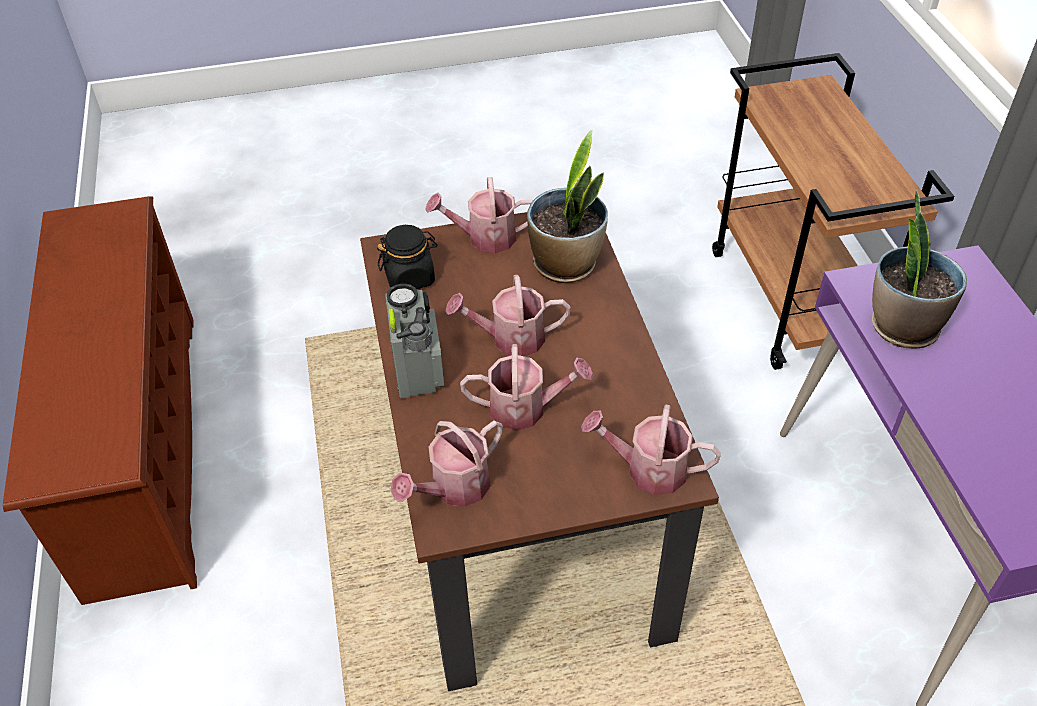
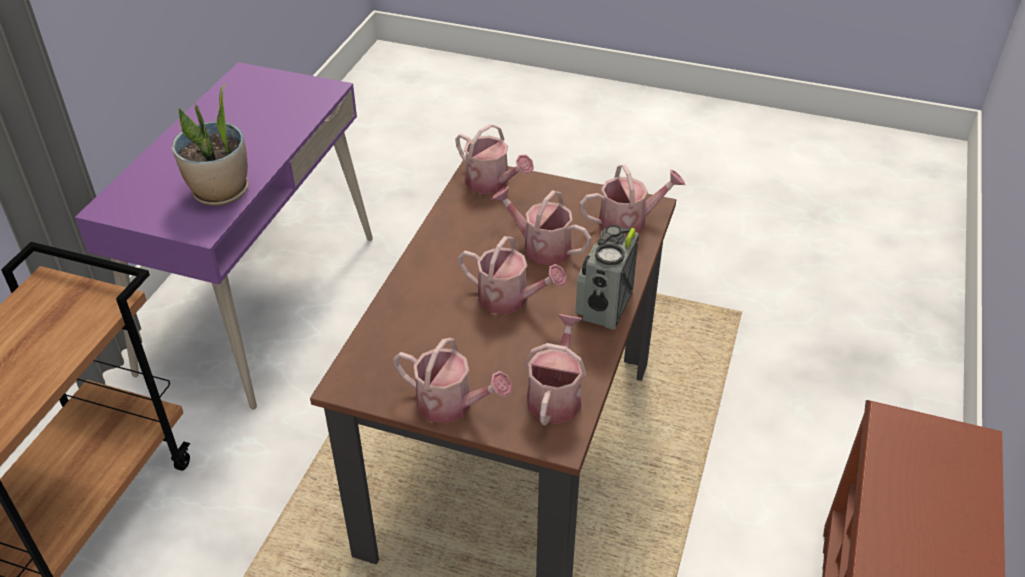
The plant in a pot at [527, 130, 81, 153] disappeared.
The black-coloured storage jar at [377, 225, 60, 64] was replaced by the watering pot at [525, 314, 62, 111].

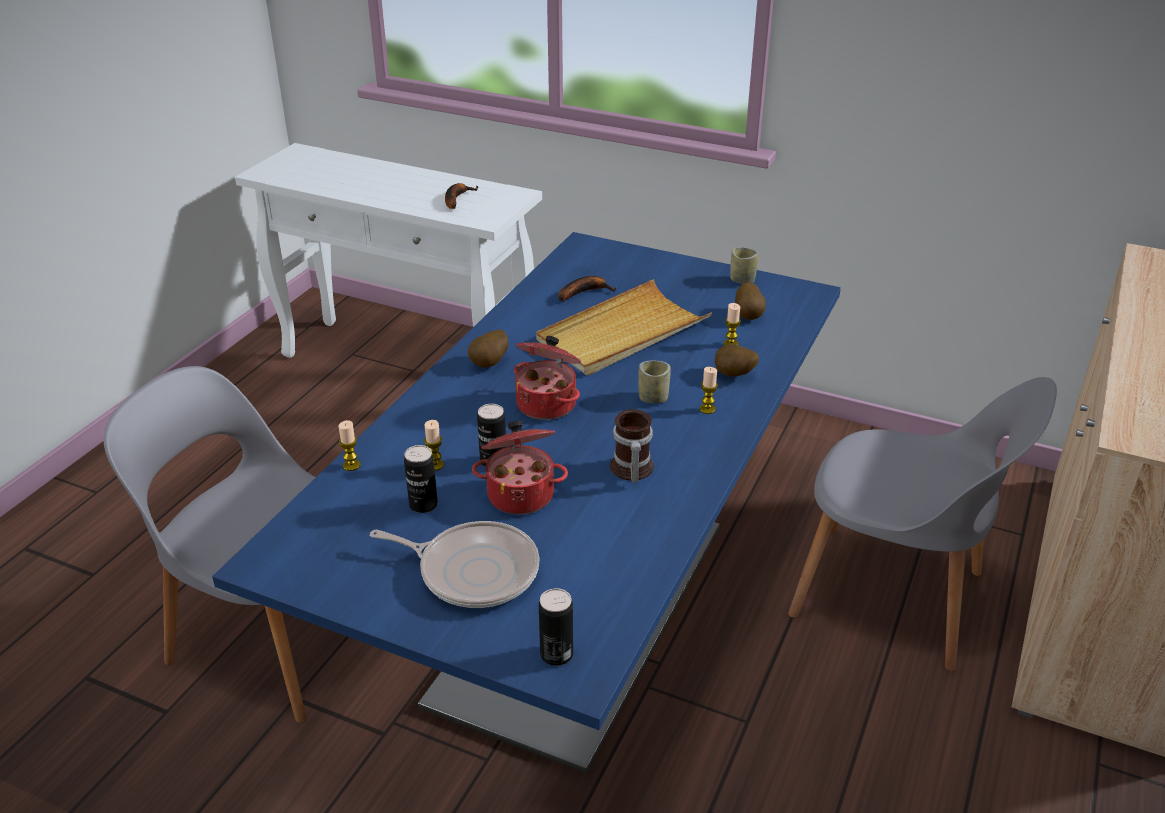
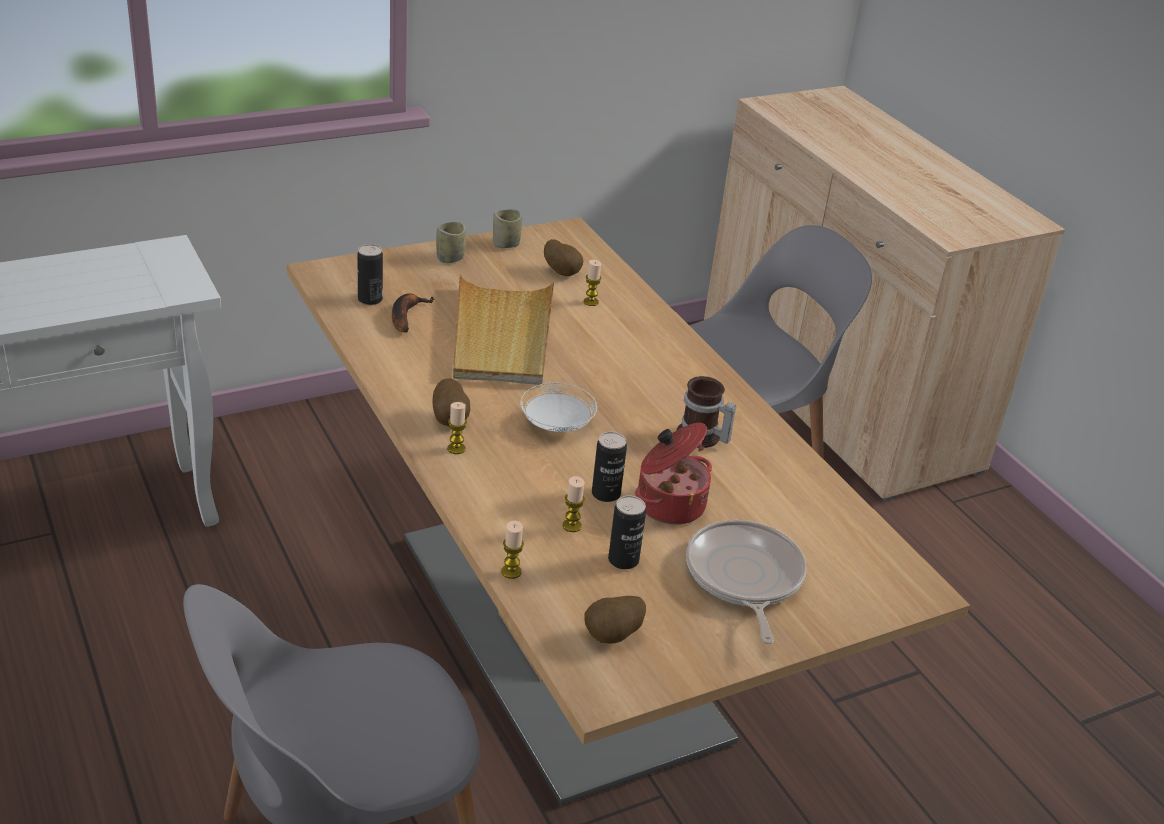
The banana fruit at [445, 183, 34, 26] disappeared.
The blue dinner table at [212, 232, 629, 541] became the beige-coloured dinner table at [287, 218, 683, 587].
The stockpot at [514, 336, 67, 84] was replaced by the white dinner plate at [520, 383, 77, 49].
The whole potato moved from [715, 344, 44, 33] to [584, 596, 62, 48].
The drinking cup moved from [639, 361, 32, 42] to [436, 221, 30, 42].
The candle moved from [700, 367, 18, 47] to [447, 402, 20, 52].
The skillet at [370, 521, 170, 87] turned 60 degrees counterclockwise.
The metal can moved from [539, 588, 34, 78] to [357, 244, 26, 61].

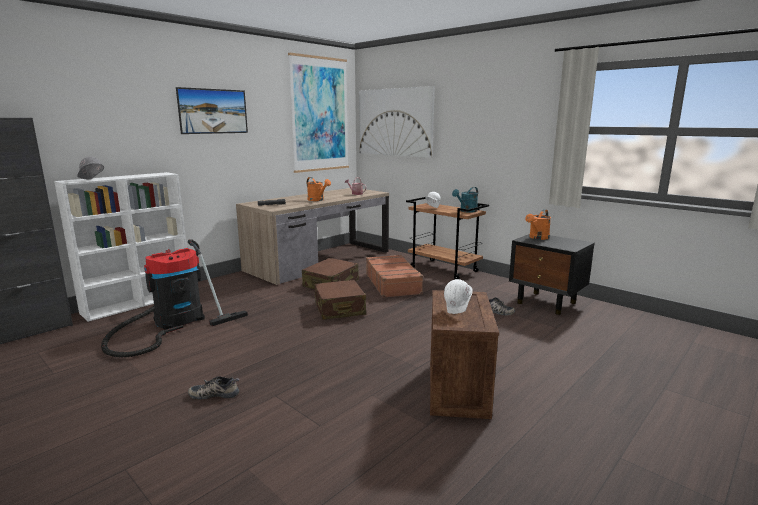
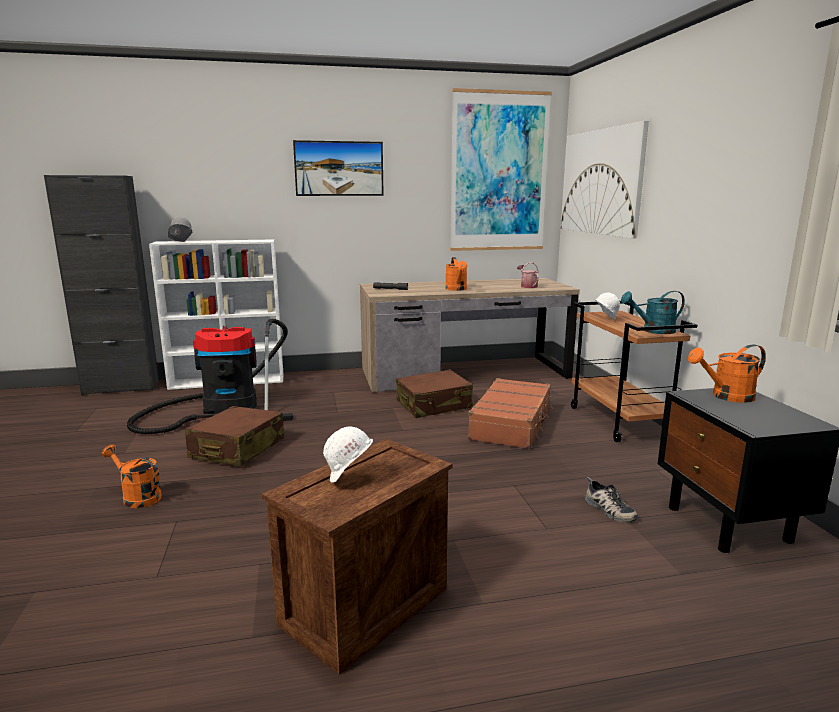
The brown-coloured suitcase moved from [314, 280, 52, 40] to [185, 406, 100, 60].
The shoe at [188, 376, 52, 24] was replaced by the orangey watering pot at [102, 445, 60, 63].

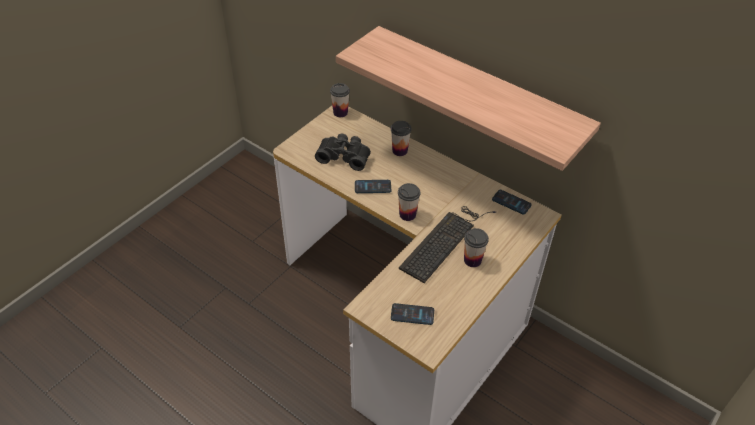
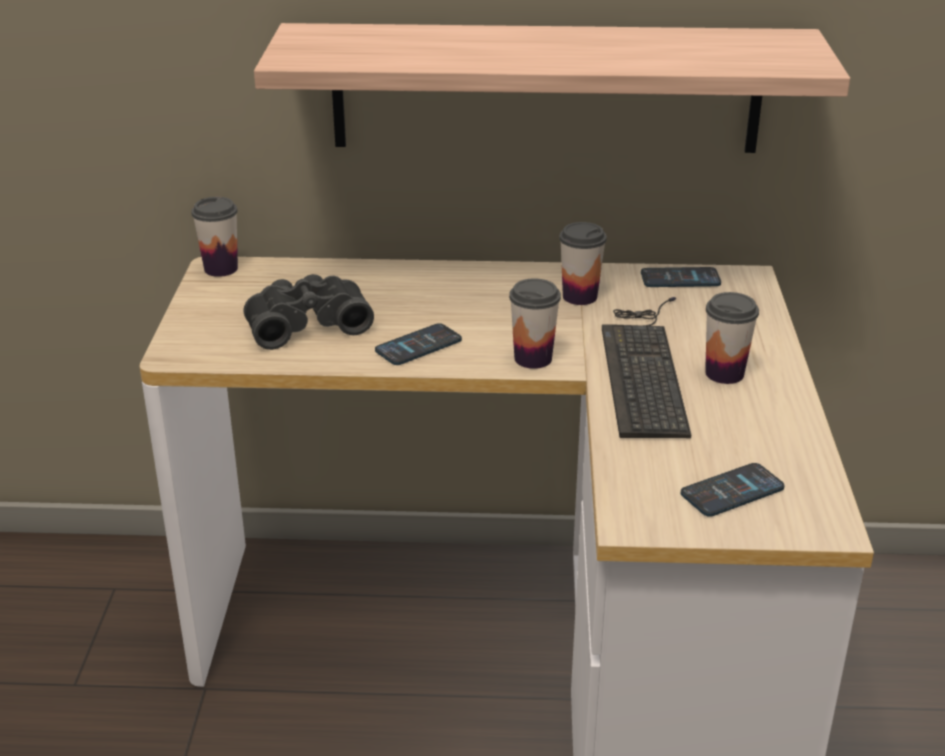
The drinking cup moved from [391, 121, 20, 35] to [559, 222, 48, 83].

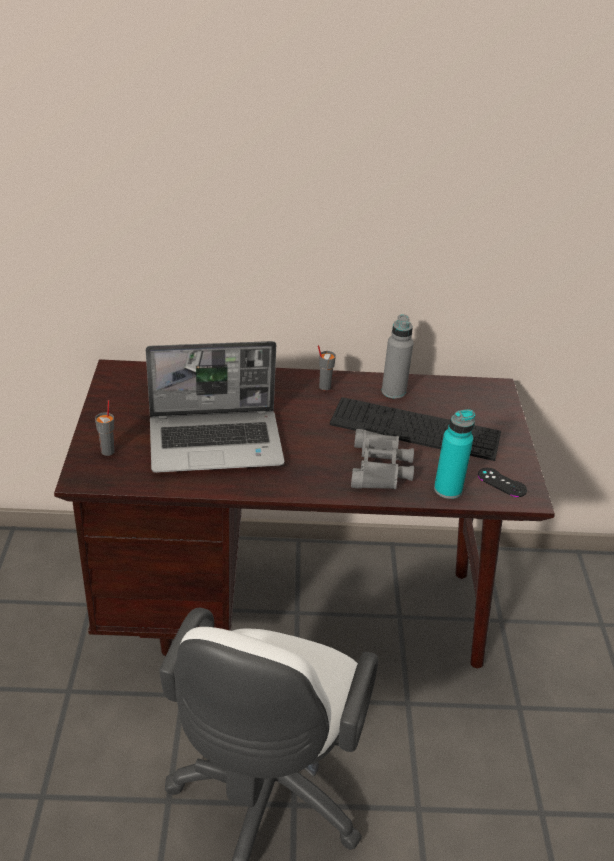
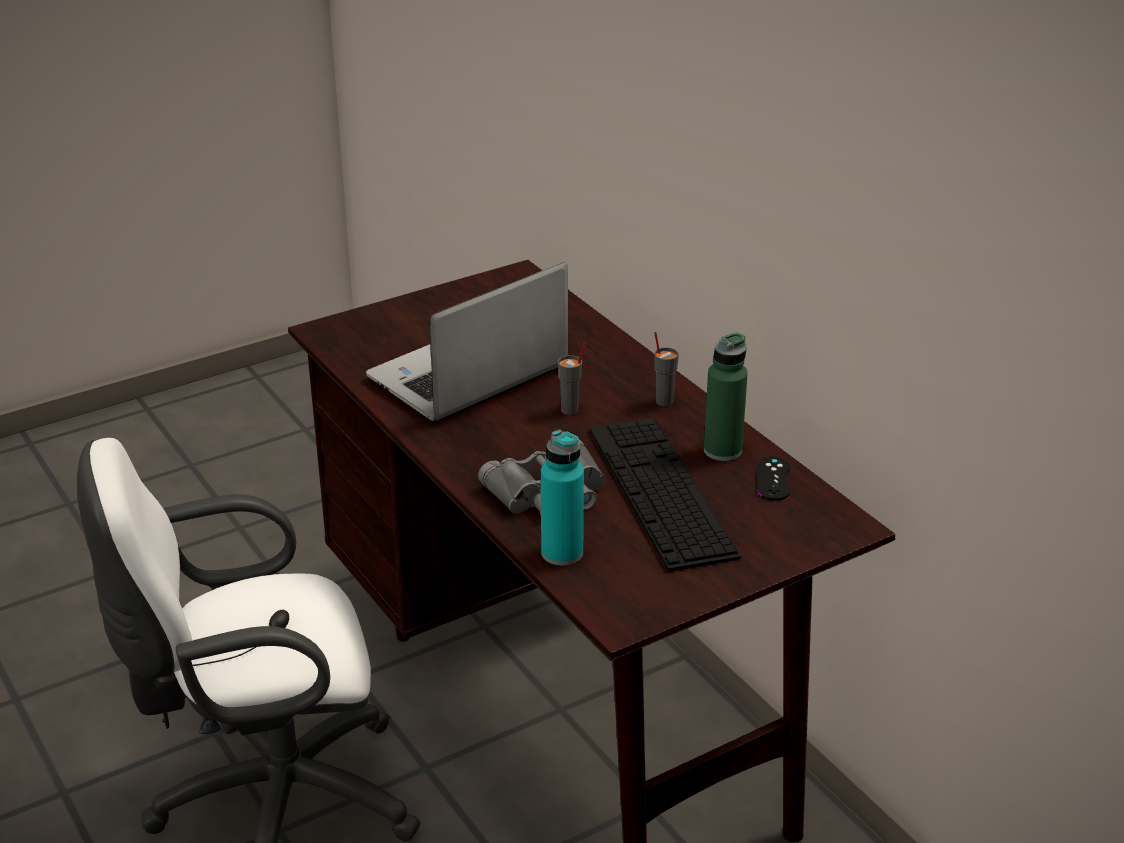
The gray beverage bottle at [382, 314, 32, 85] became the green-coloured beverage bottle at [704, 333, 44, 128].
The notebook computer at [146, 341, 139, 132] turned 90 degrees clockwise.
The gray drinking cup moved from [95, 400, 20, 56] to [558, 343, 28, 72].
The black-coloured gamepad moved from [478, 468, 49, 29] to [757, 457, 33, 43].

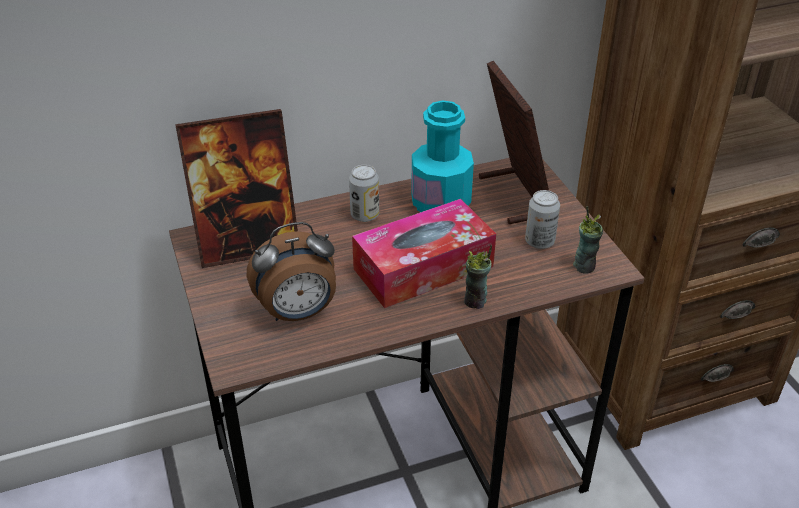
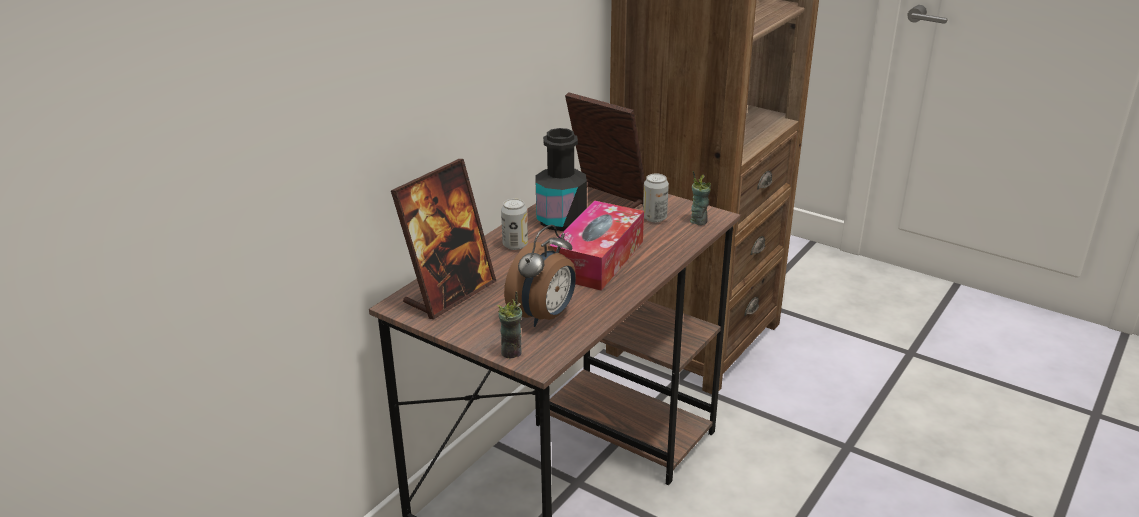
The blue-green beverage bottle at [411, 100, 63, 112] became the black-coloured beverage bottle at [535, 128, 52, 103].
The drinking cup moved from [464, 245, 28, 64] to [497, 292, 25, 67].

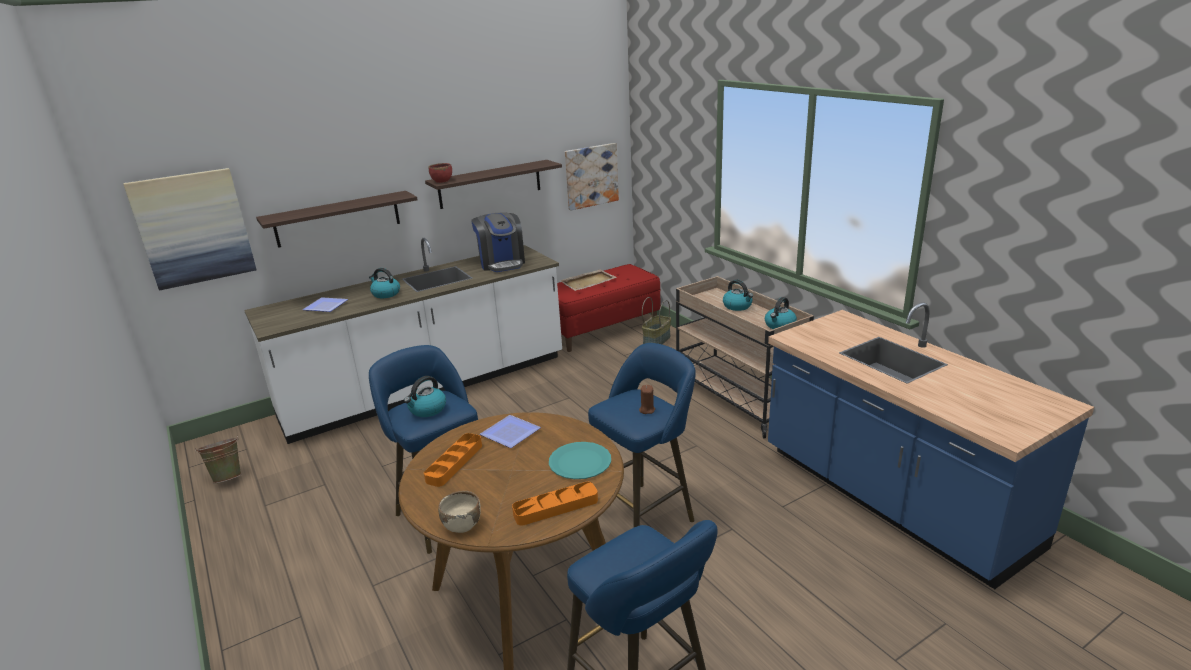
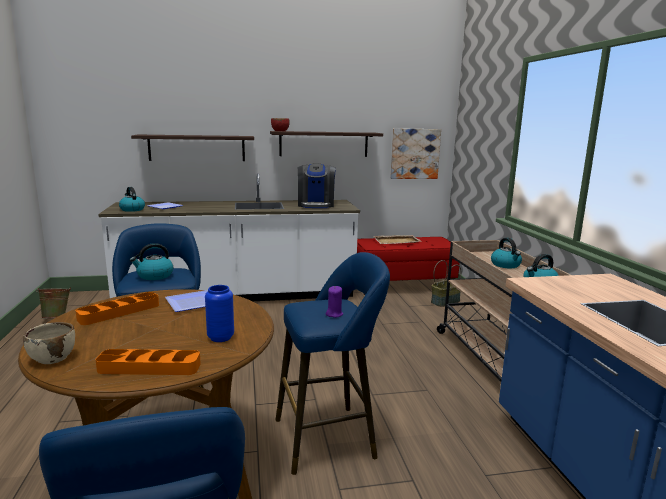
The wall art at [123, 168, 134, 122] disappeared.
The tea kettle moved from [369, 268, 31, 30] to [119, 187, 26, 25].
The brown-coloured candle at [639, 385, 16, 29] became the purple candle at [326, 286, 17, 32].
The blue-green dinner plate at [549, 442, 62, 37] was replaced by the blue vase at [205, 285, 29, 57].

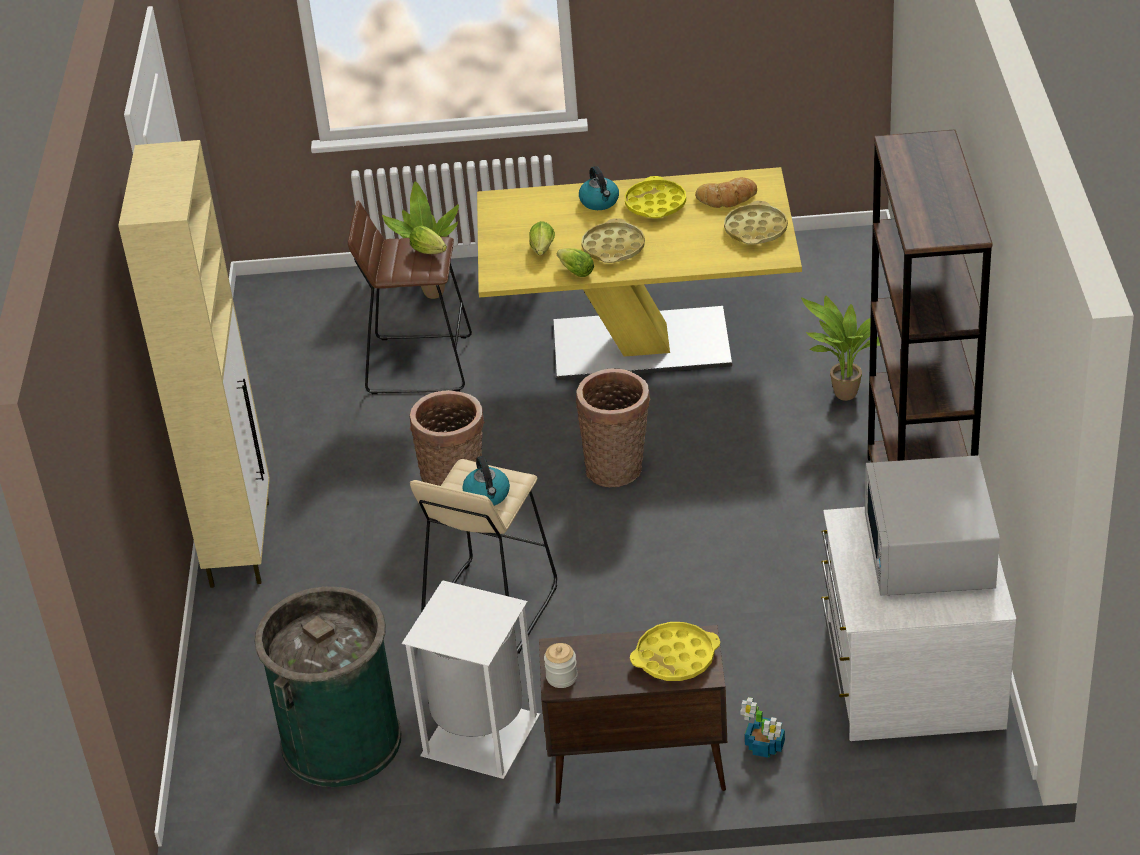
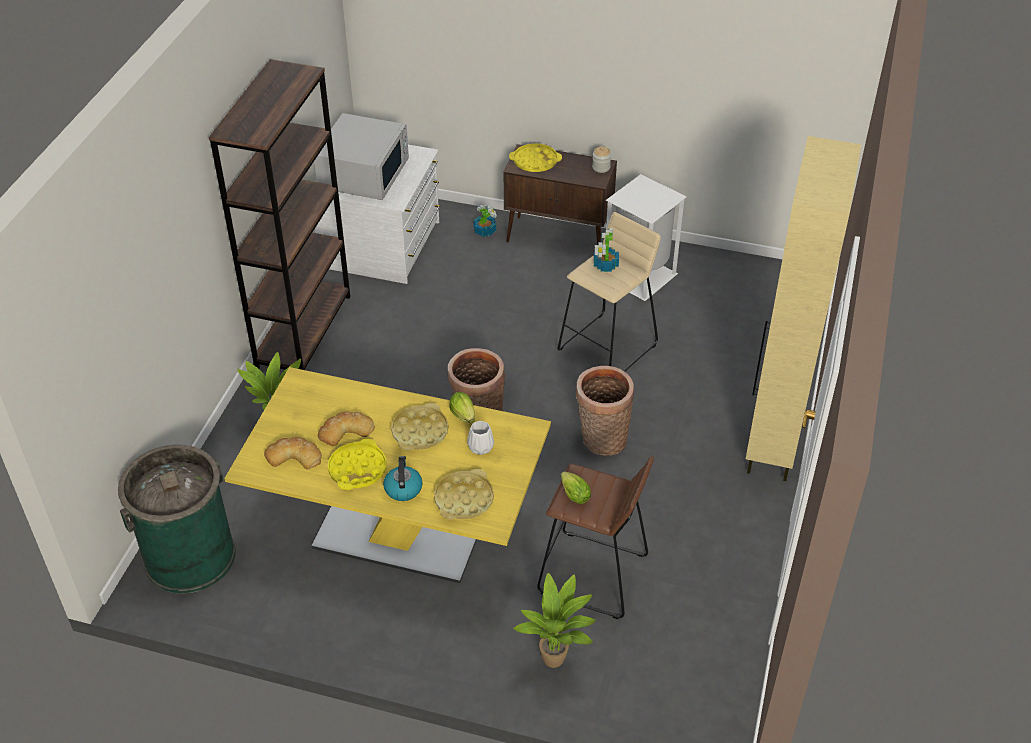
The yellowish serving tray moved from [724, 201, 64, 44] to [434, 469, 60, 51].
The lettuce at [529, 221, 26, 34] was replaced by the white vase at [467, 421, 27, 34].
The tea kettle at [462, 456, 48, 50] was replaced by the plant in a pot at [594, 228, 25, 44].
The green-coloured waste bin moved from [255, 586, 146, 201] to [118, 444, 118, 150].
The bread at [318, 411, 57, 35] appeared.

